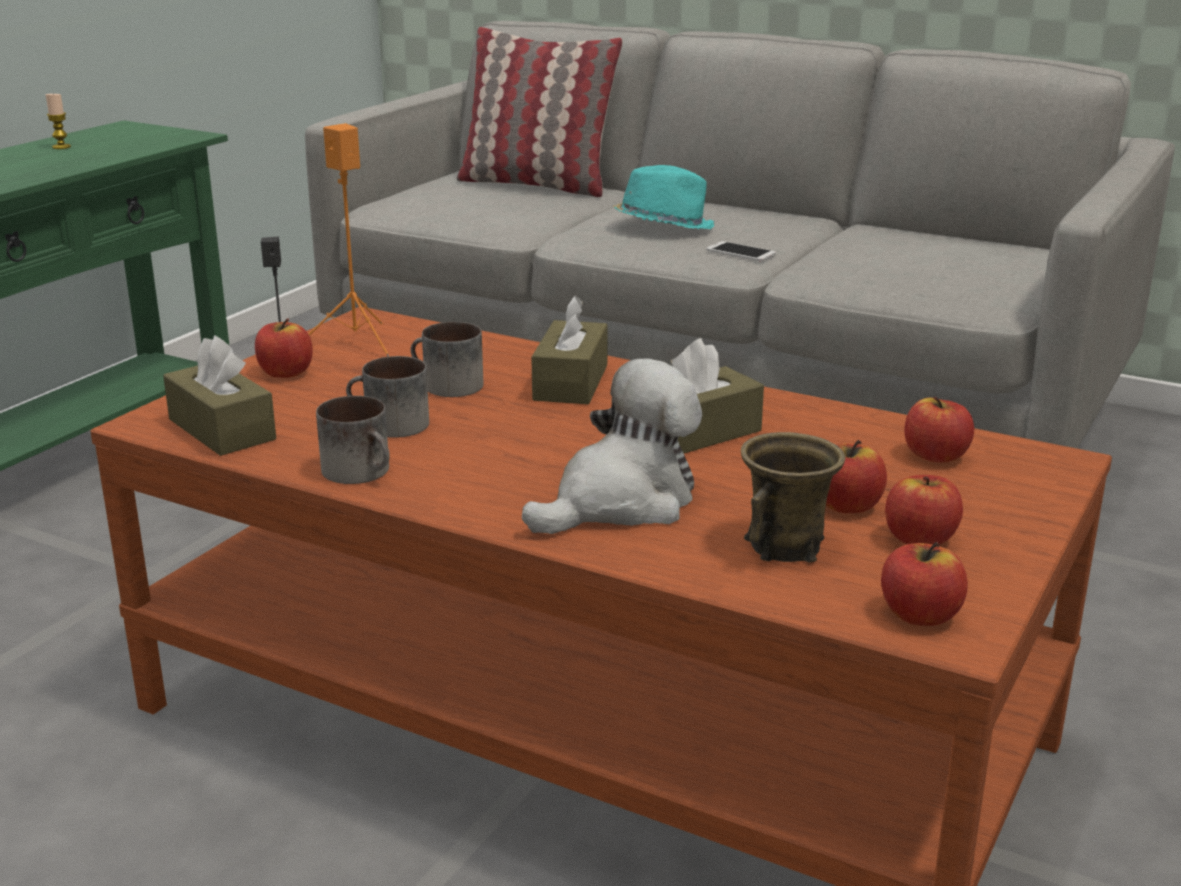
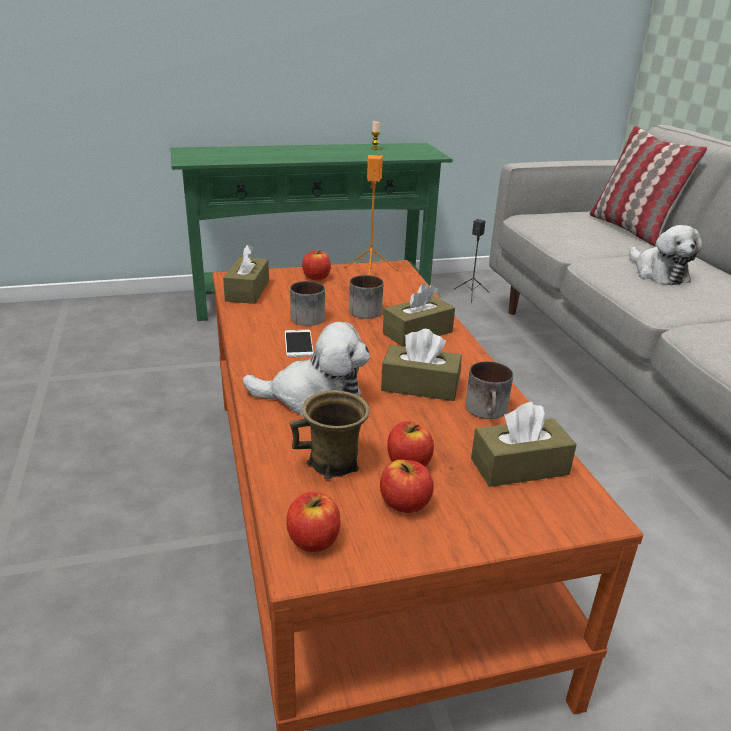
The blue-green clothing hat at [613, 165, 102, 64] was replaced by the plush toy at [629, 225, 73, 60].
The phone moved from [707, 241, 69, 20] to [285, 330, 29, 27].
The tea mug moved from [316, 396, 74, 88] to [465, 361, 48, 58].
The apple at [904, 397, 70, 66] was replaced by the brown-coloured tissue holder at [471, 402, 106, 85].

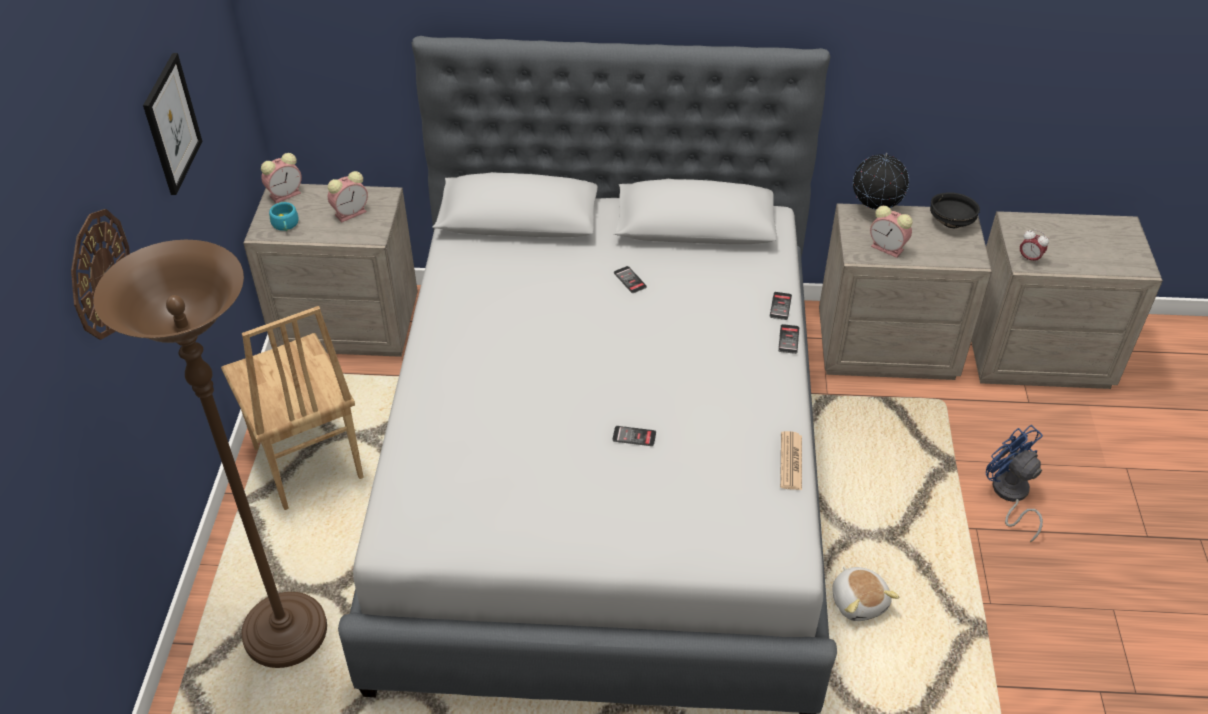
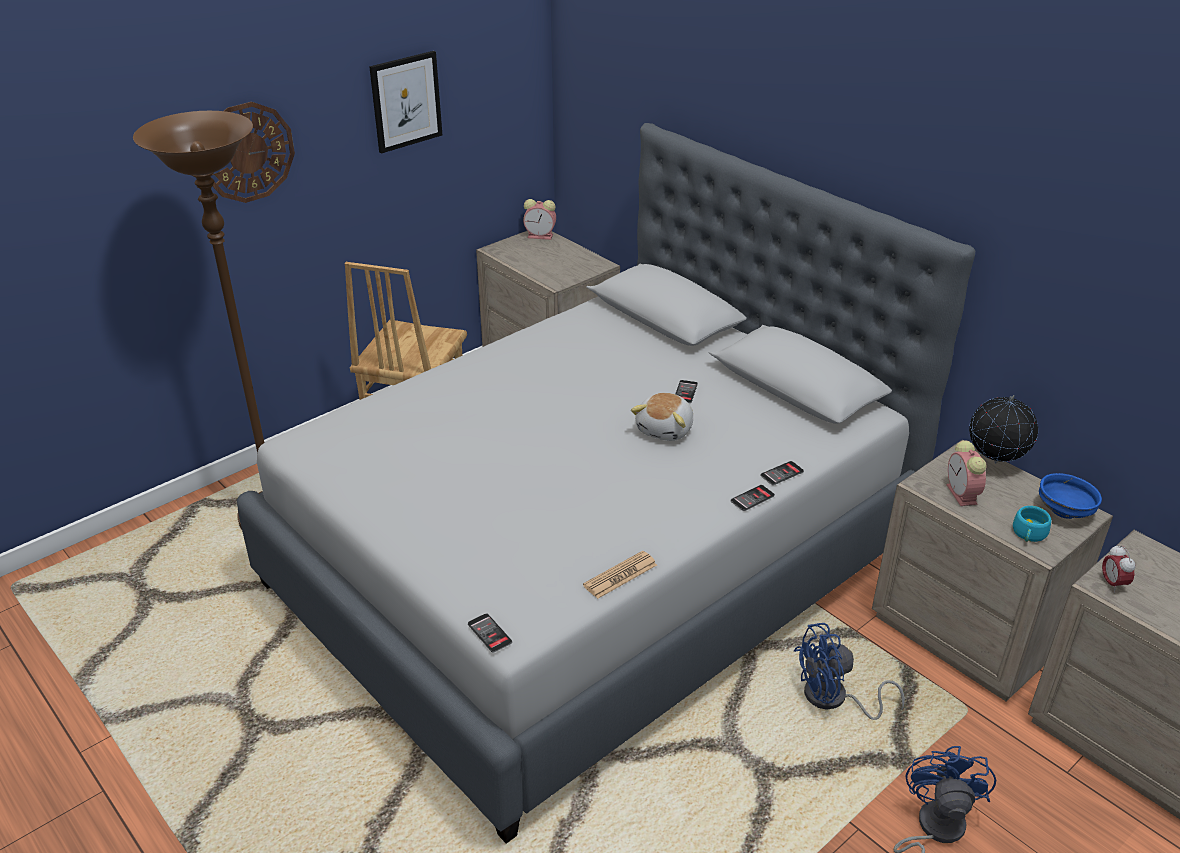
The alarm clock at [328, 171, 40, 51] disappeared.
The black-coloured serving bowl at [930, 192, 50, 36] became the blue serving bowl at [1039, 473, 63, 46].
The blue-green drinking cup moved from [269, 202, 30, 29] to [1013, 506, 38, 36].
The phone moved from [612, 426, 44, 20] to [468, 613, 44, 40].
The plush toy moved from [832, 566, 67, 55] to [631, 393, 62, 48].
The blue cooling fan at [794, 623, 111, 97] appeared.

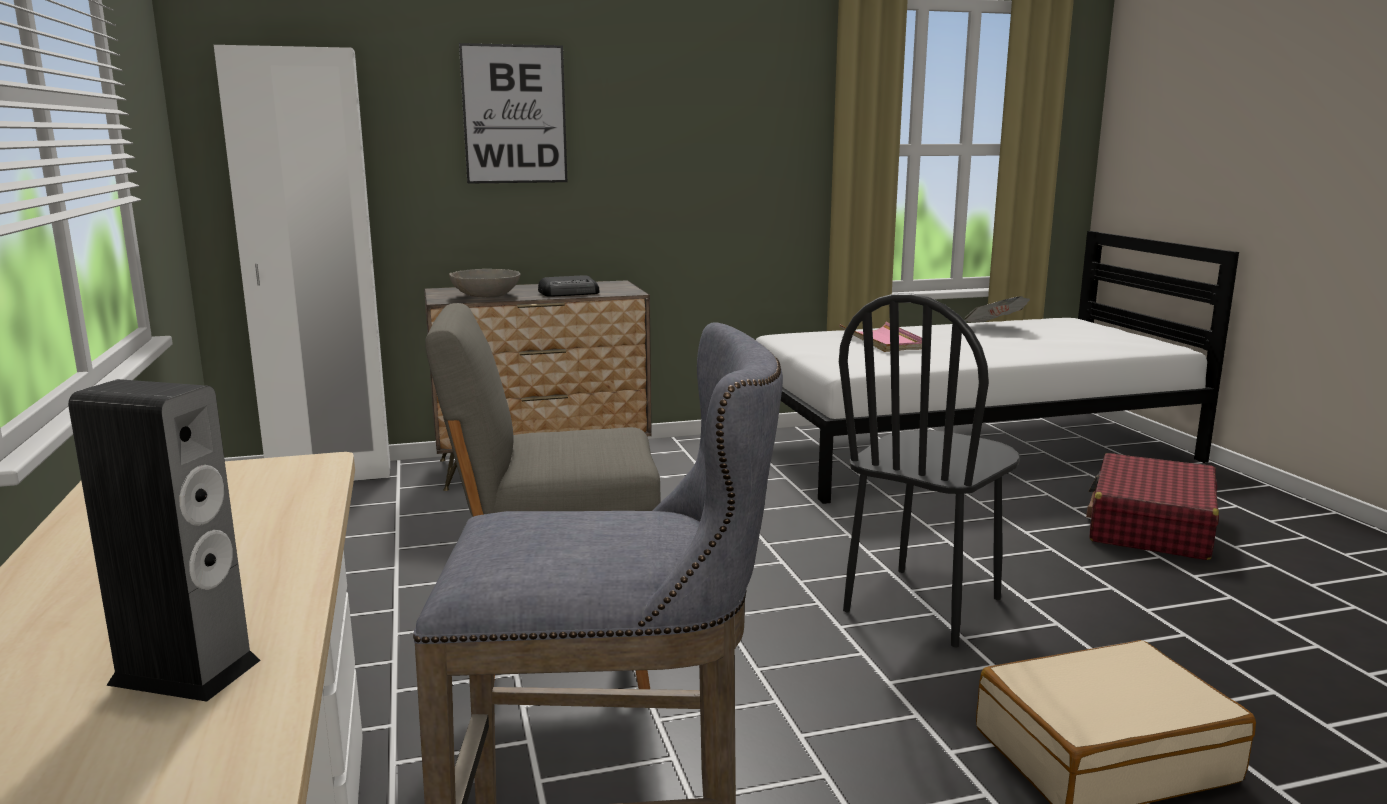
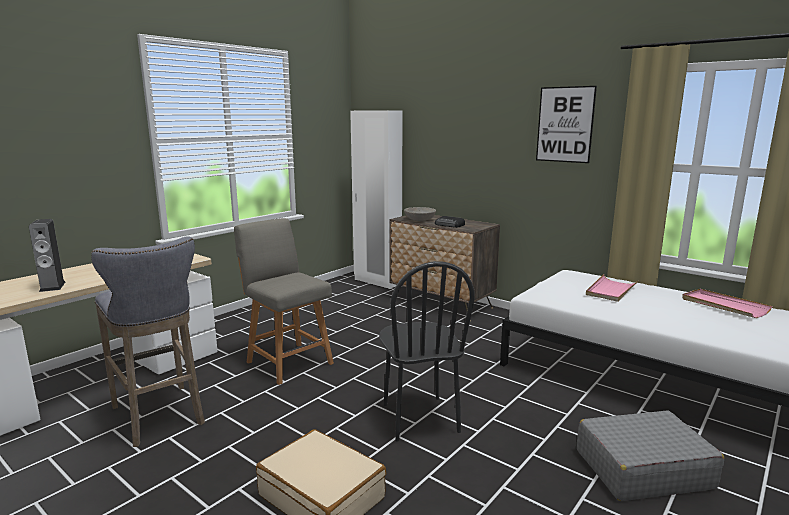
The wall art moved from [459, 43, 108, 141] to [536, 86, 61, 77].
The black-coloured chair at [839, 293, 181, 354] turned 105 degrees counterclockwise.
The newspaper at [964, 296, 66, 26] was replaced by the pinkish serving tray at [682, 289, 91, 29].
The red-coloured suitcase at [1086, 453, 133, 107] became the gray suitcase at [577, 410, 147, 91].

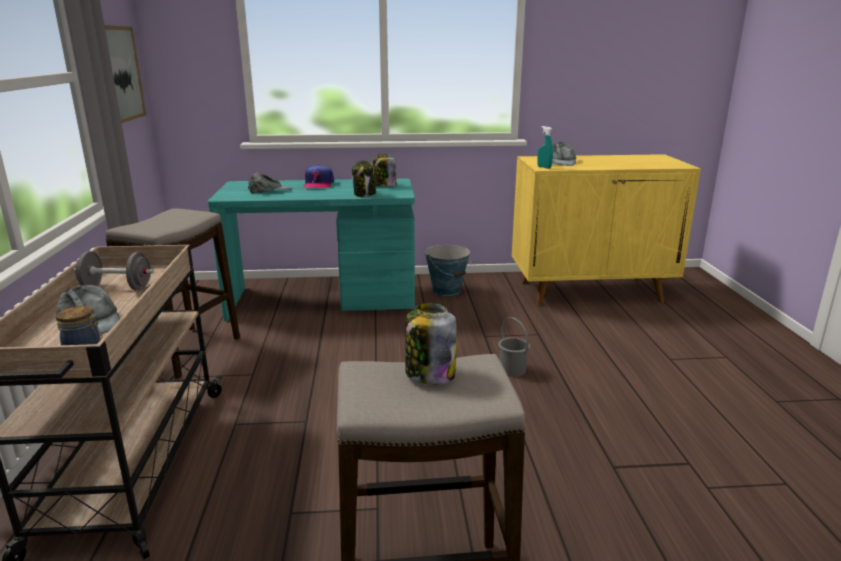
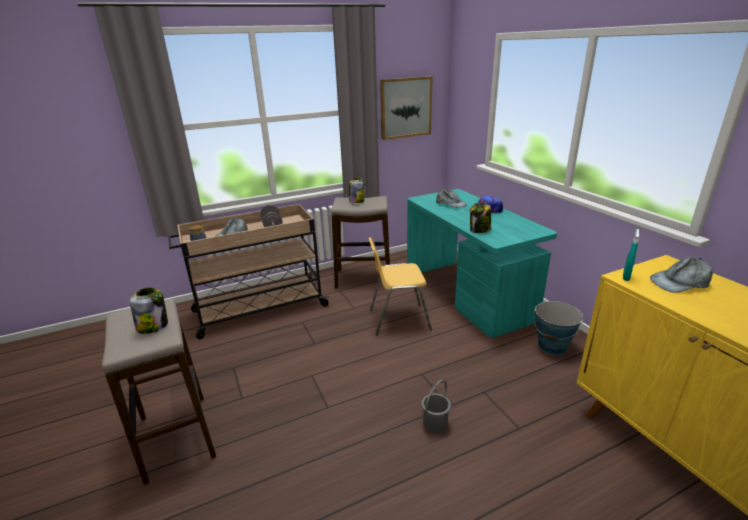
The storage jar moved from [373, 154, 24, 33] to [349, 178, 16, 25].
The yellowish chair at [369, 237, 63, 98] appeared.

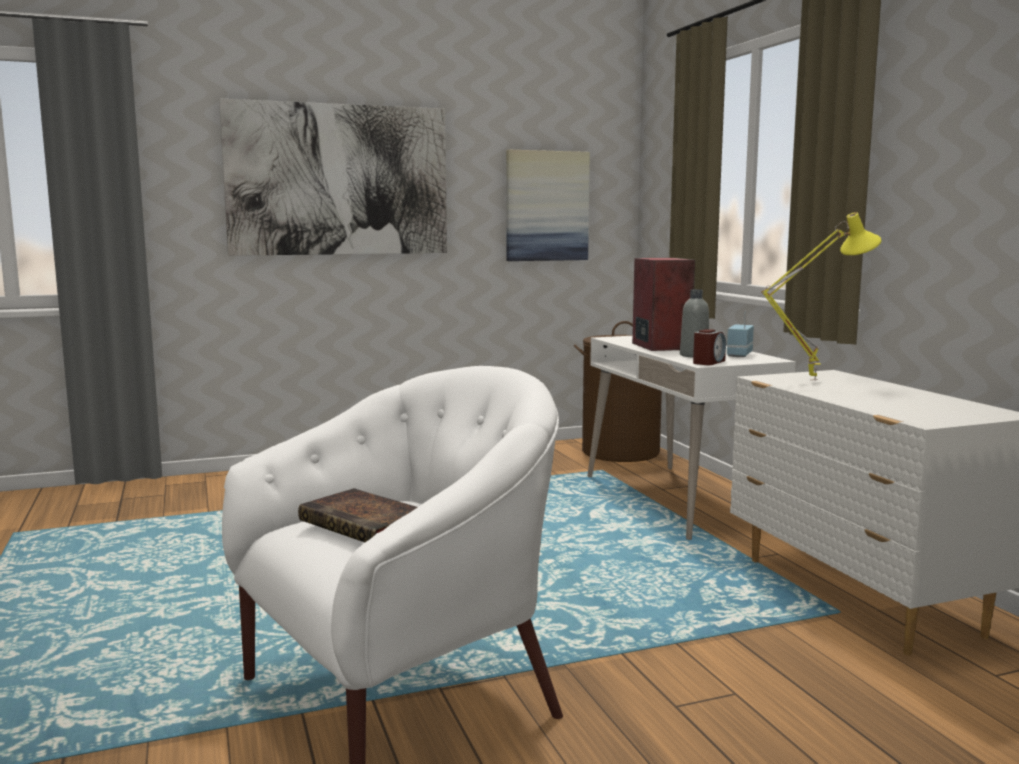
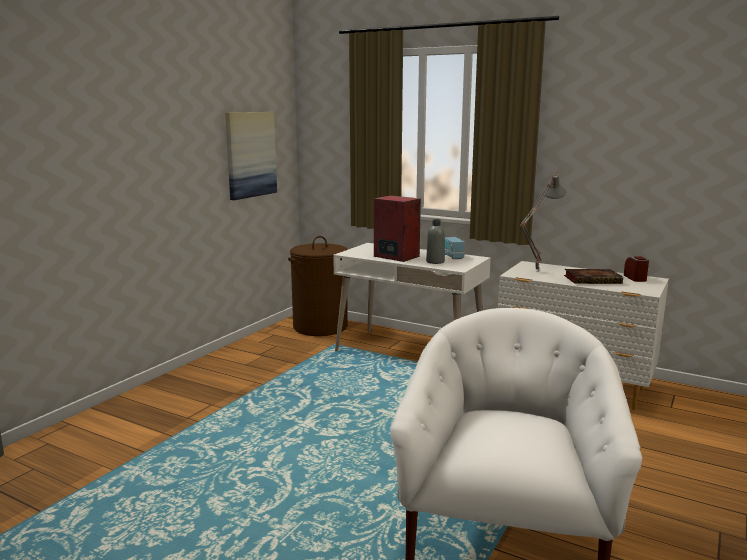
The wall art at [219, 99, 228, 157] disappeared.
The yellowish table lamp at [761, 212, 121, 169] became the gray table lamp at [520, 174, 46, 98].
The alarm clock moved from [693, 329, 33, 36] to [624, 256, 25, 26].
The volume moved from [298, 488, 119, 54] to [564, 269, 59, 15].

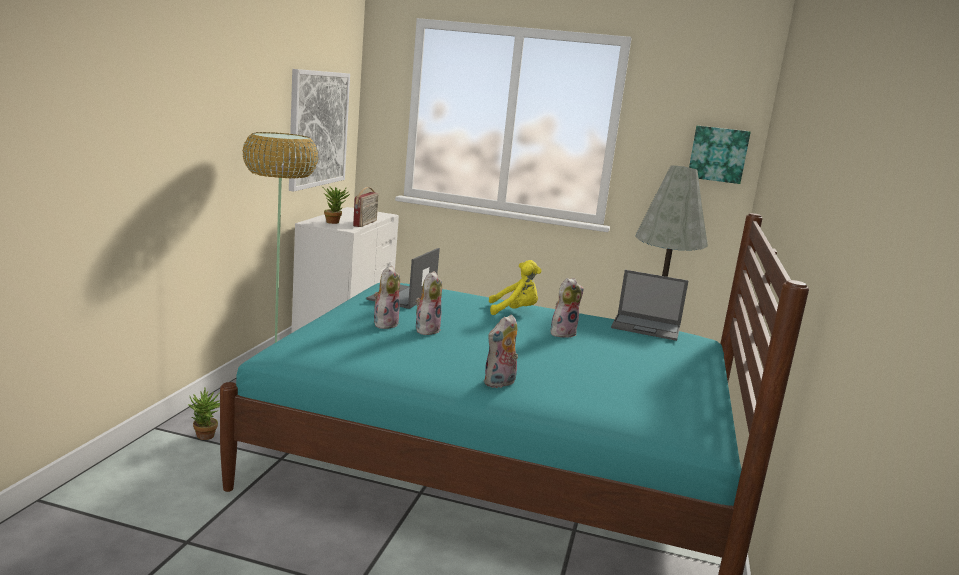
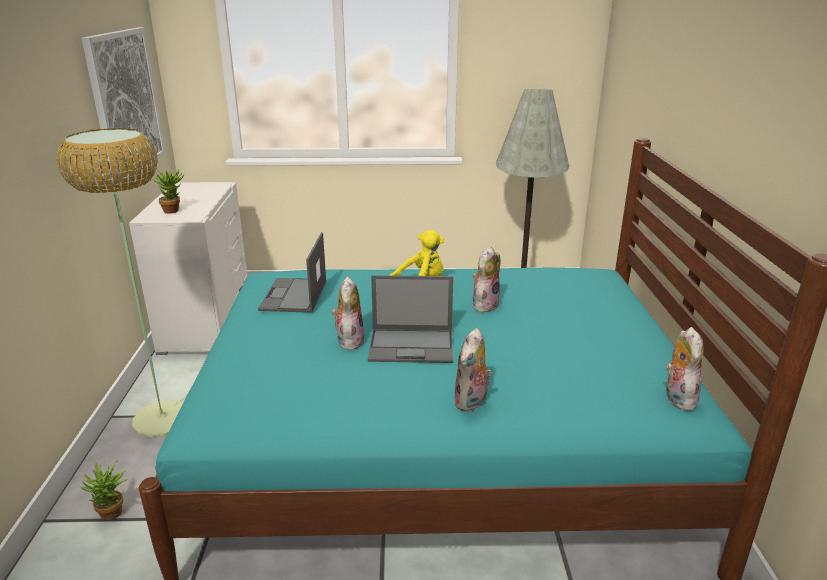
The wall art at [689, 125, 62, 59] disappeared.
The radio receiver at [353, 187, 25, 40] disappeared.
The plush toy moved from [374, 265, 26, 64] to [666, 327, 38, 84].
The notebook computer moved from [611, 270, 78, 71] to [368, 275, 85, 88].

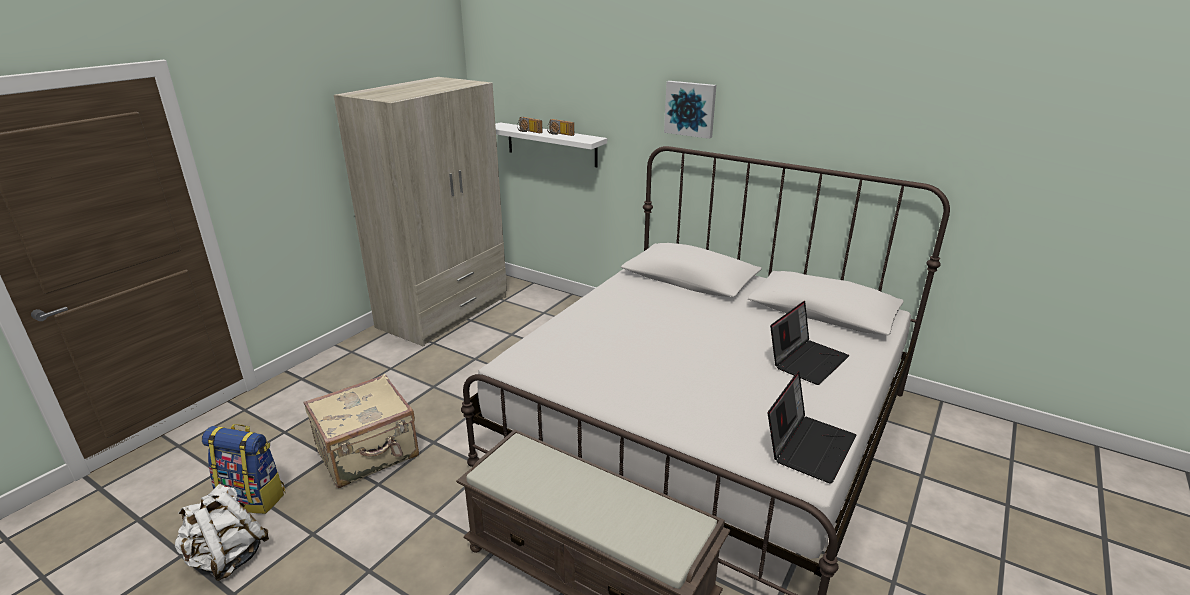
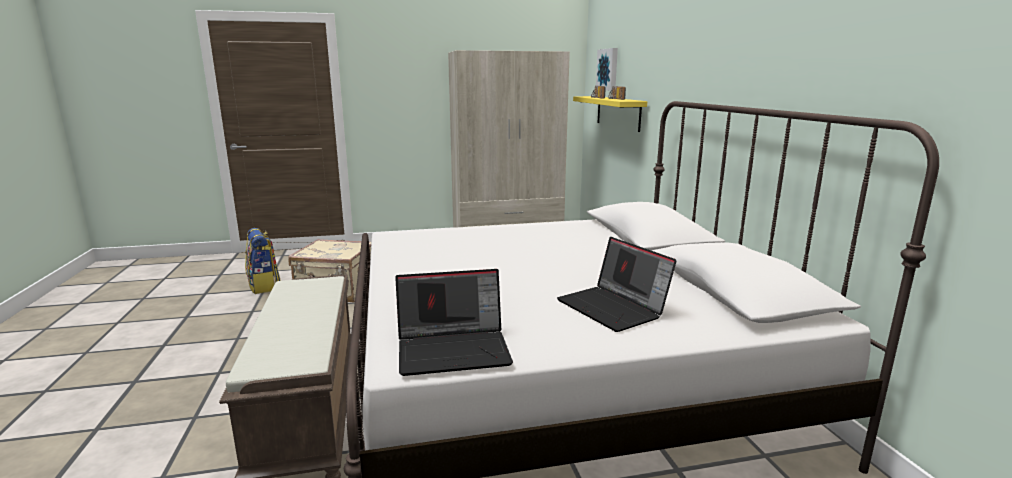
The wall art moved from [664, 81, 52, 58] to [596, 48, 22, 43].
The white shelf at [495, 122, 112, 45] became the yellowish shelf at [573, 96, 74, 36].
The notebook computer at [770, 301, 79, 84] turned 60 degrees clockwise.
The white knapsack at [175, 484, 94, 97] disappeared.

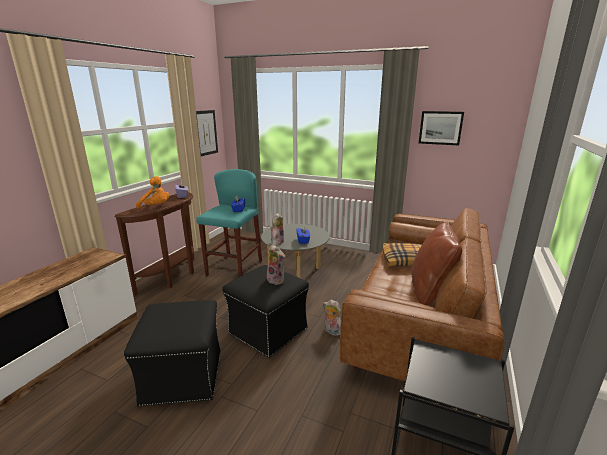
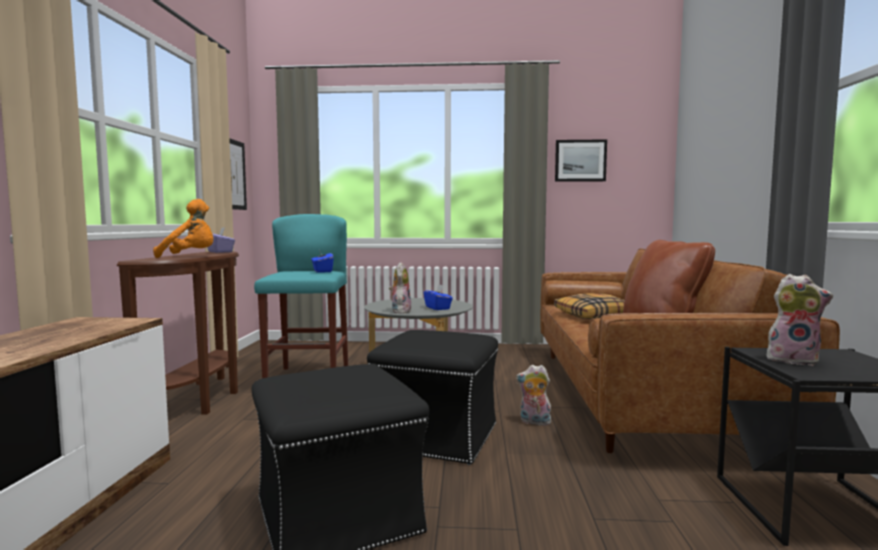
The plush toy moved from [266, 244, 20, 41] to [766, 274, 67, 91].

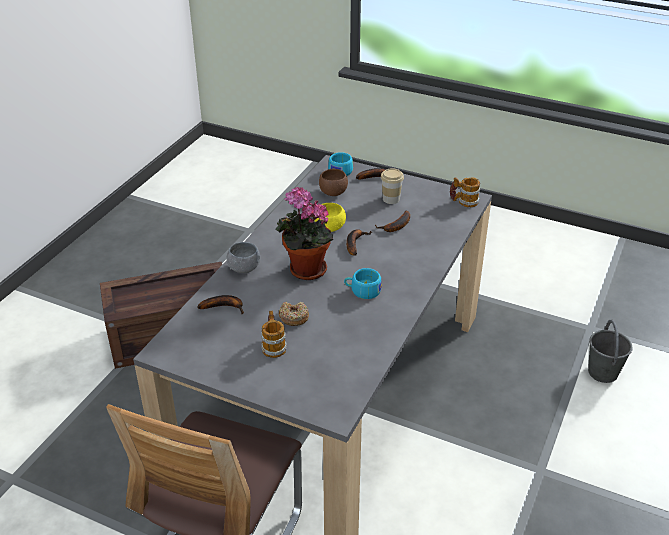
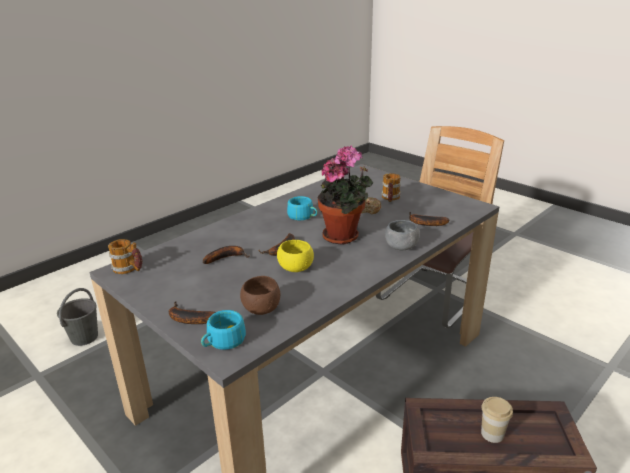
The drinking cup moved from [381, 168, 23, 36] to [481, 397, 32, 46].

